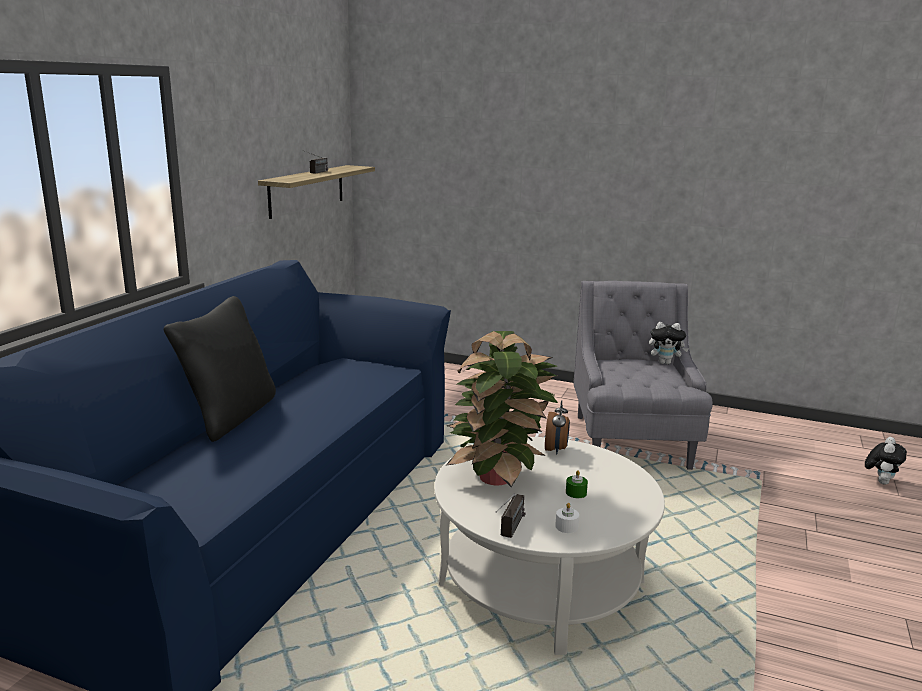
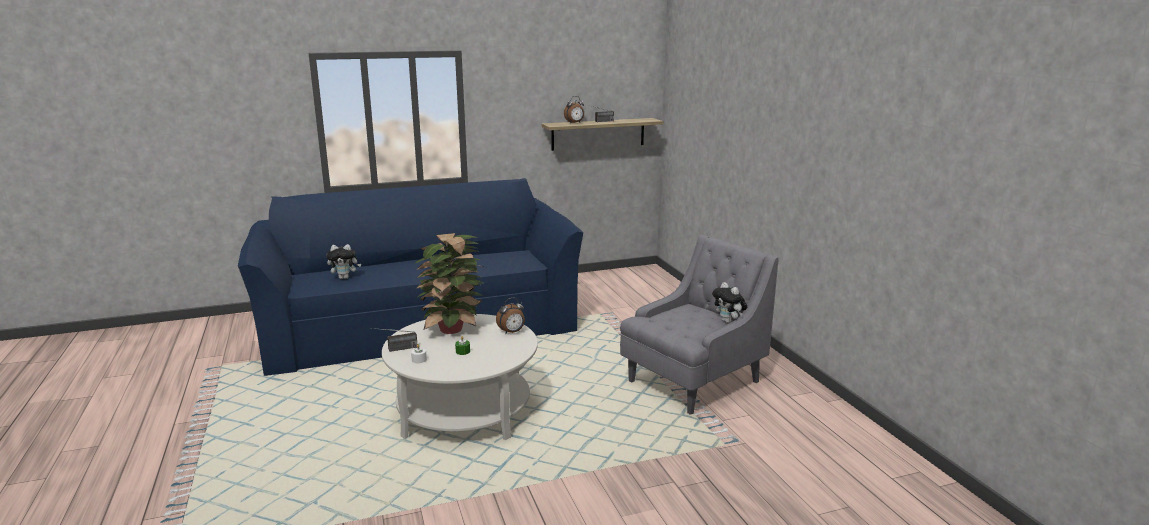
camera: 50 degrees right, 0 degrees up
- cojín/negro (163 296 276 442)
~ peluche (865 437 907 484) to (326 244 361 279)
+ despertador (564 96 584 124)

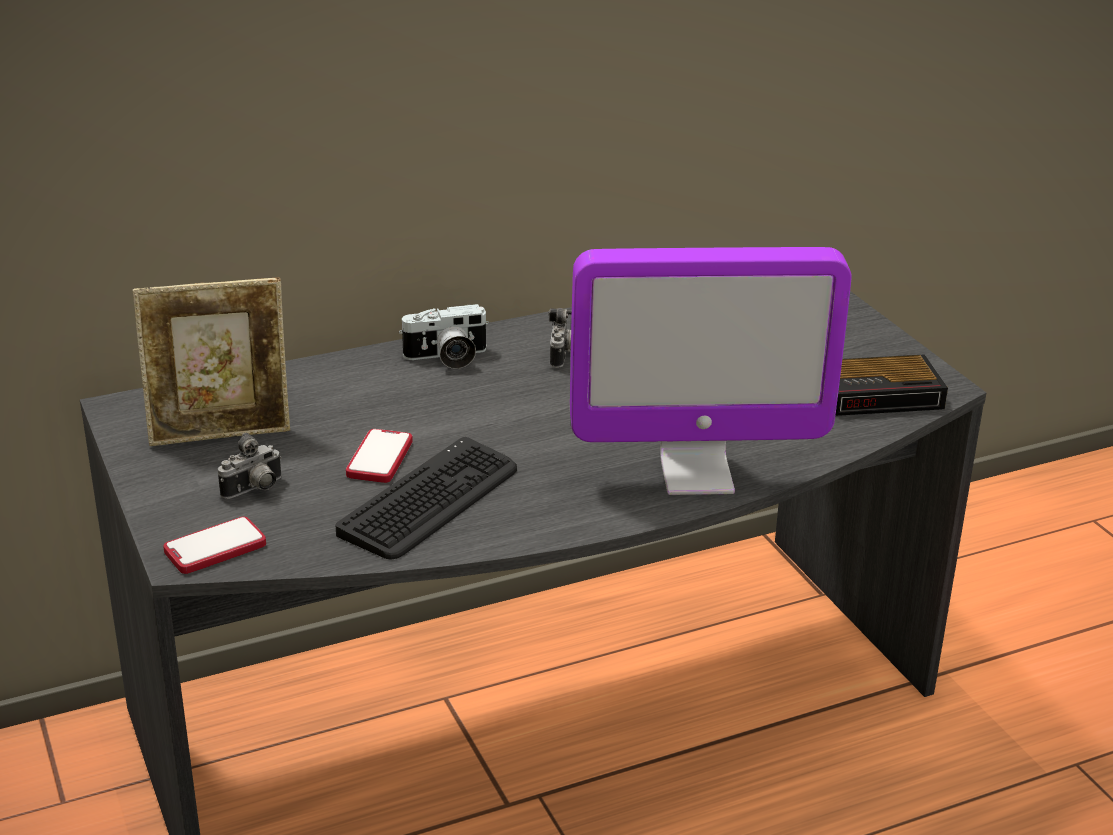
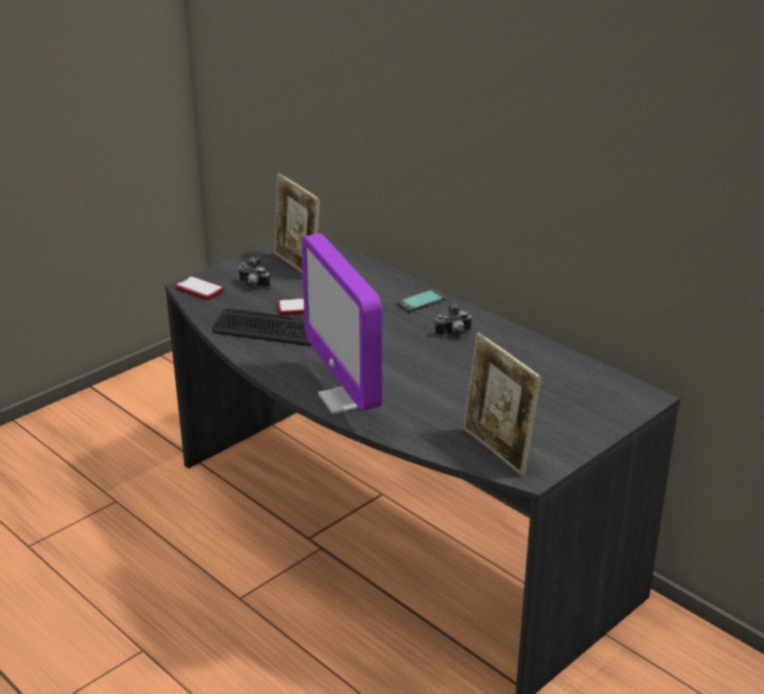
camera: 70 degrees right, 0 degrees up
~ cámara (399 304 489 369) to móvil (397 290 445 313)
~ despertador (835 354 948 416) to portarretratos (463 333 542 476)

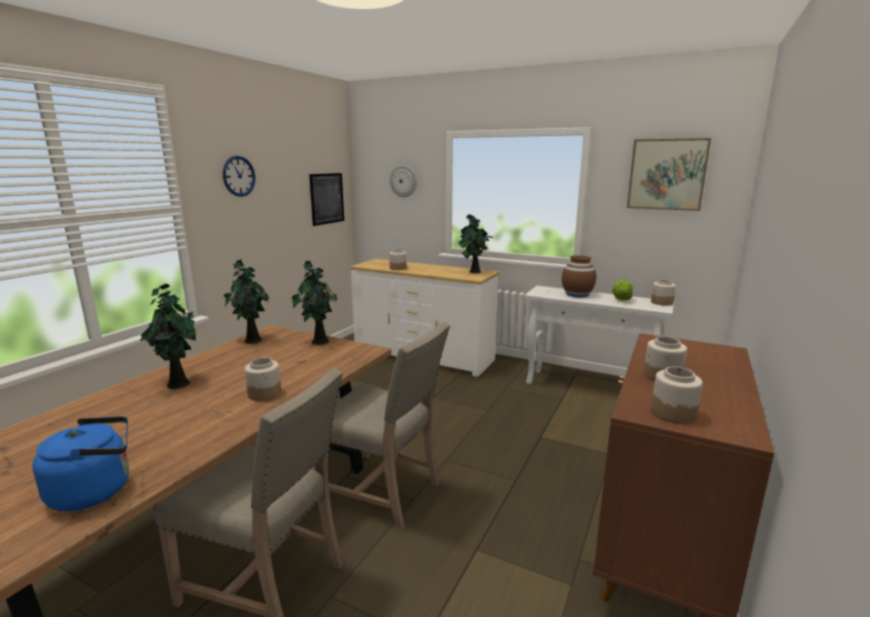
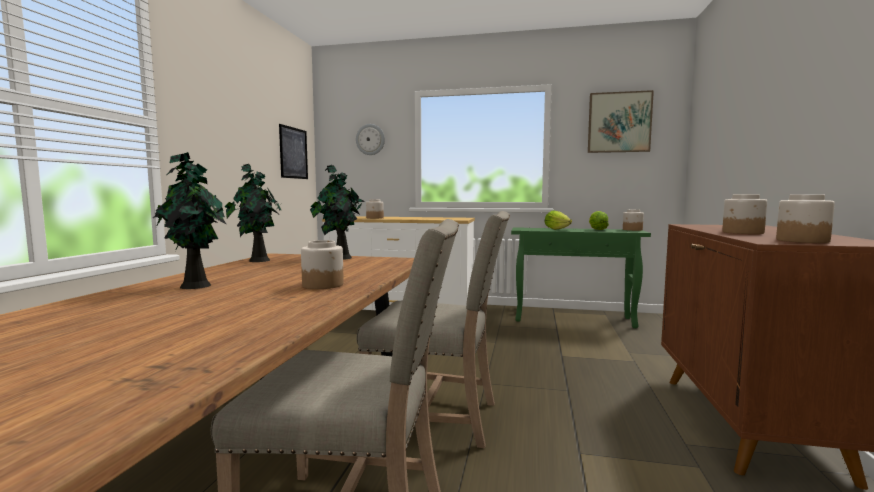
camera: 15 degrees left, 10 degrees down
- reloj de pared (223 156 255 197)
- planta en maceta (458 214 493 273)
~ florero/marrón (562 255 596 297) to lechuga (545 211 572 230)
~ mesa consola/blanco (524 286 674 385) to mesa consola/verde (511 227 651 328)
- hervidor/azul (32 416 129 511)

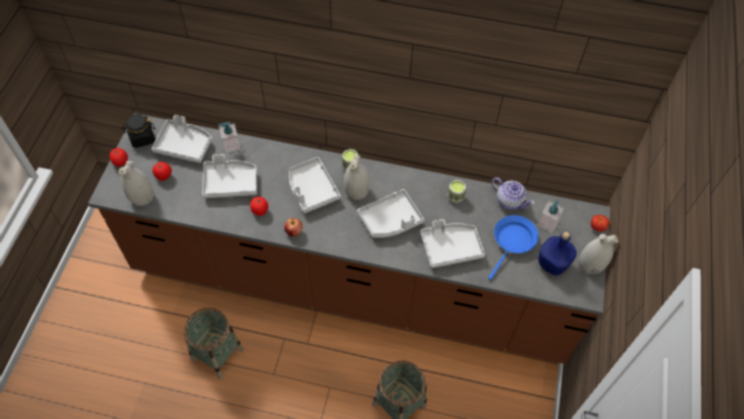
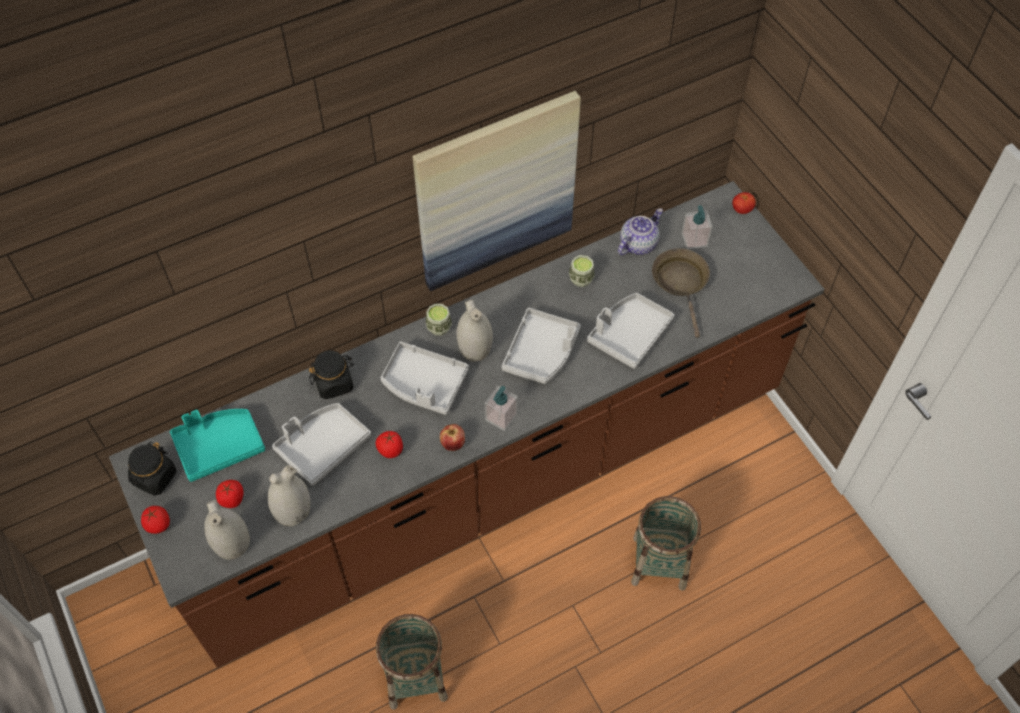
camera: 40 degrees left, 0 degrees up
~ bandeja/gris (152 115 212 163) to bandeja/turquesa (170 409 265 482)
~ dispensador de jabón (218 122 240 153) to (485 385 518 431)
~ tetera (492 178 534 210) = (618 208 663 255) 45 degrees counterclockwise
~ sartén/azul (488 215 538 280) to sartén/marrón (652 248 710 338)
- botella/azul (538 231 577 275)
~ florero/blanco (579 234 618 274) to (268 465 310 526)
+ cuadro (413 91 581 291)
+ tarro/negro (309 350 354 399)

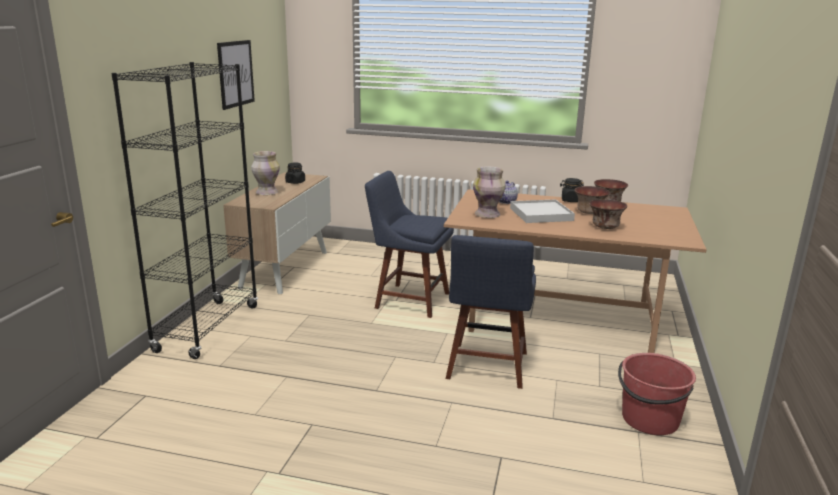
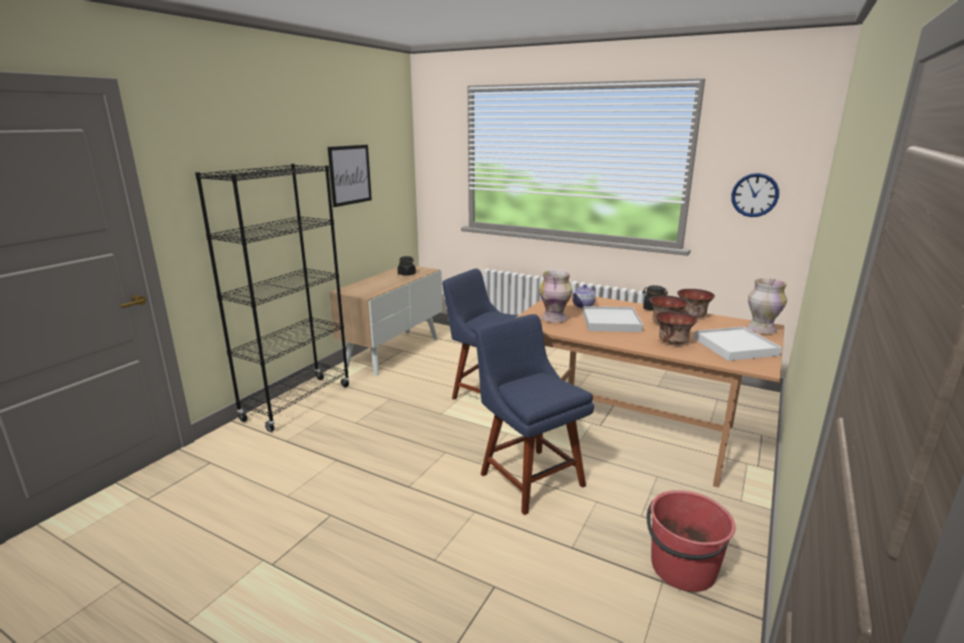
camera: 15 degrees right, 0 degrees up
~ florero (251 151 280 195) to (747 278 787 334)
~ silla/azul (446 235 536 389) = (475 314 594 515) 120 degrees clockwise
+ reloj de pared (731 173 779 217)
+ bandeja/blanco (694 327 782 361)

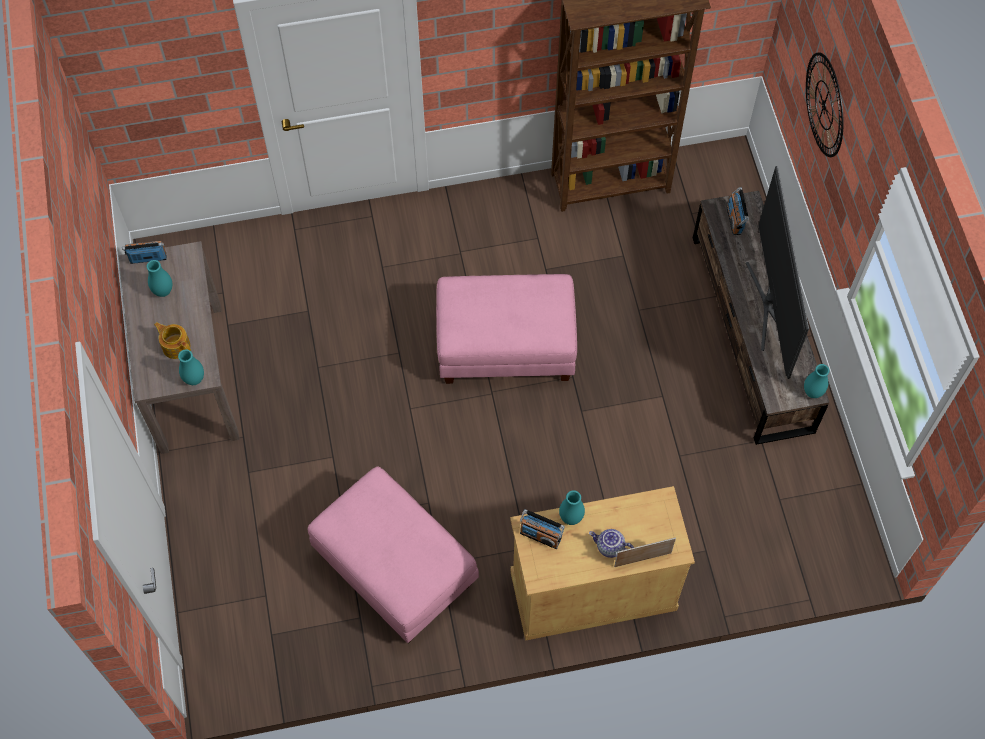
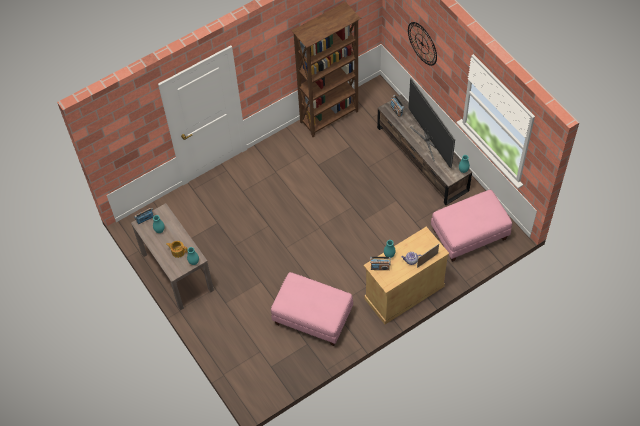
camera: 20 degrees left, 5 degrees down
~ puf/rosa (436 274 577 384) to (431 190 512 262)

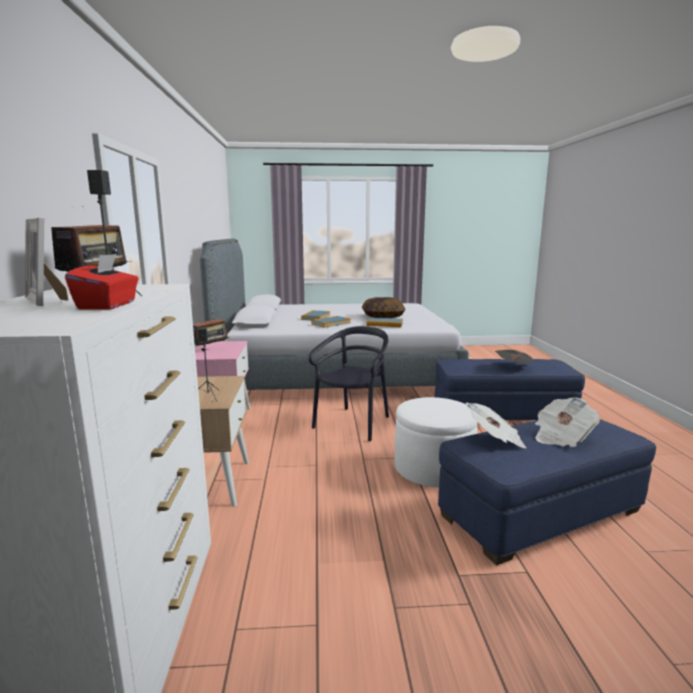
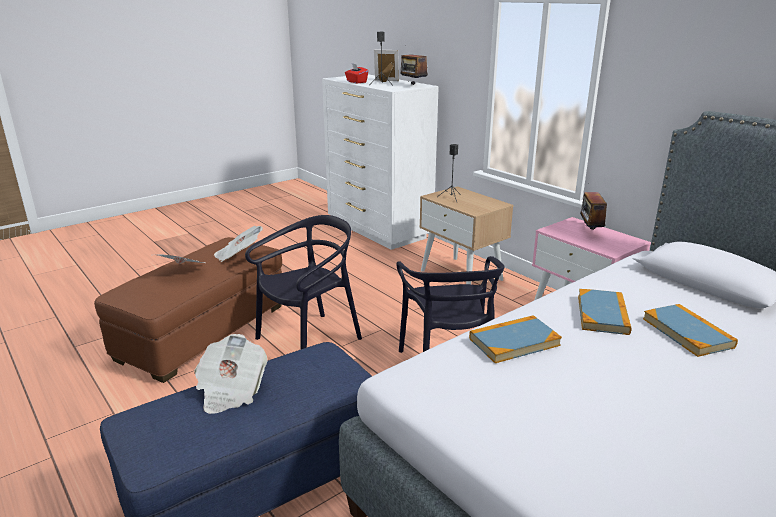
camera: 145 degrees right, 10 degrees up
- cojín (362 297 405 318)
~ puf/blanco (395 397 478 487) to silla/negro (245 215 362 349)
~ puf/azul (438 419 656 565) to puf/marrón (94 237 282 383)

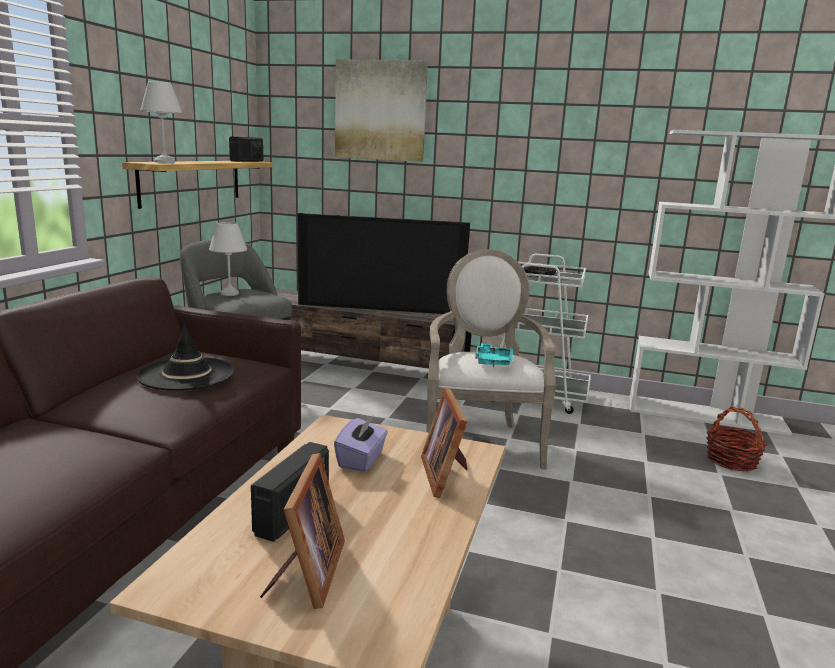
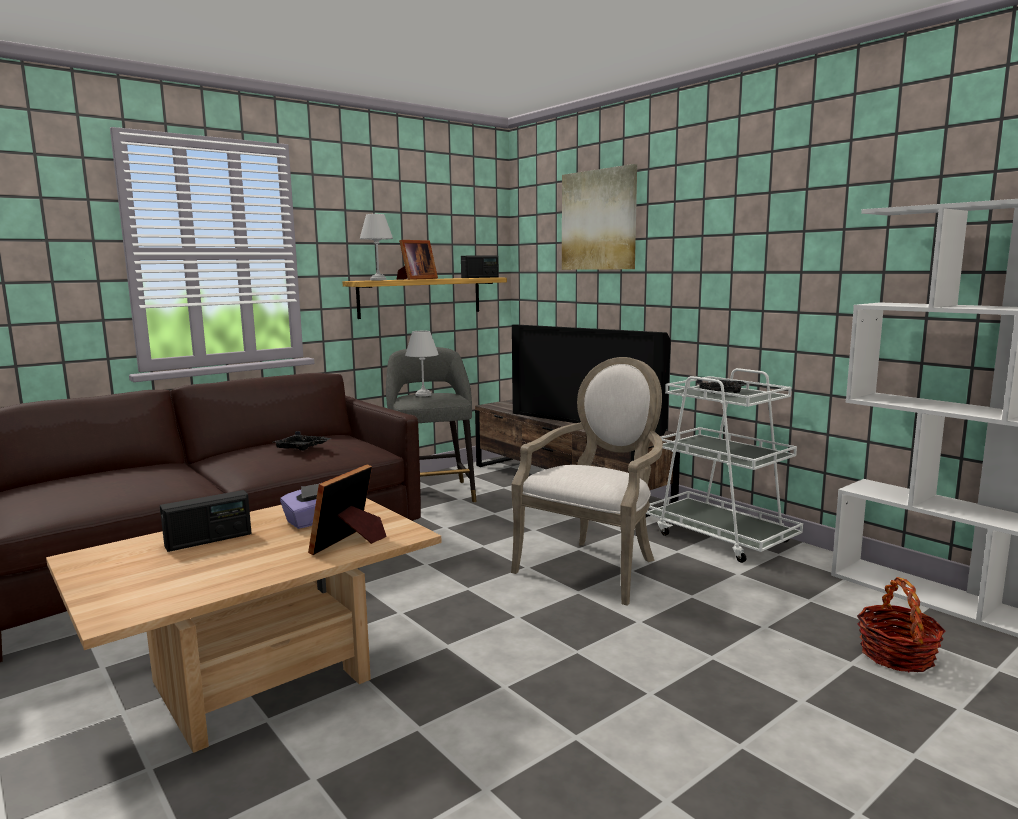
camera: 35 degrees right, 5 degrees down
~ sombrero/negro (137 321 235 391) to bandeja/negro (274 431 331 451)
- bandeja/turquesa (475 343 513 366)
~ portarretratos (260 453 345 609) to (397 240 438 280)

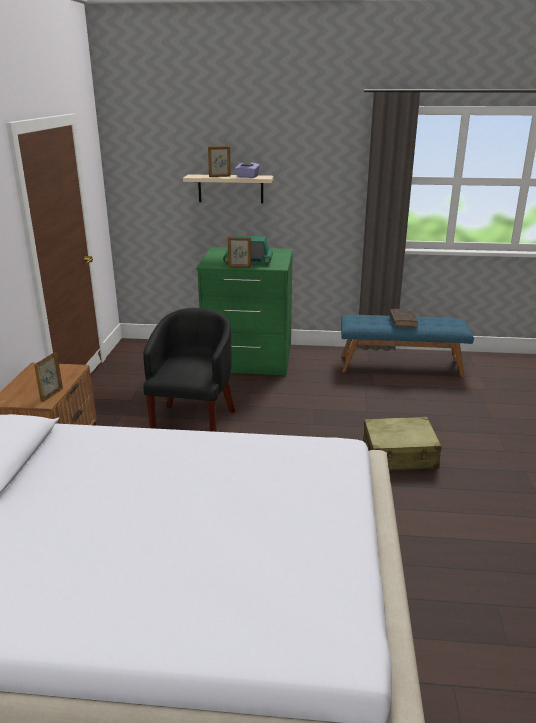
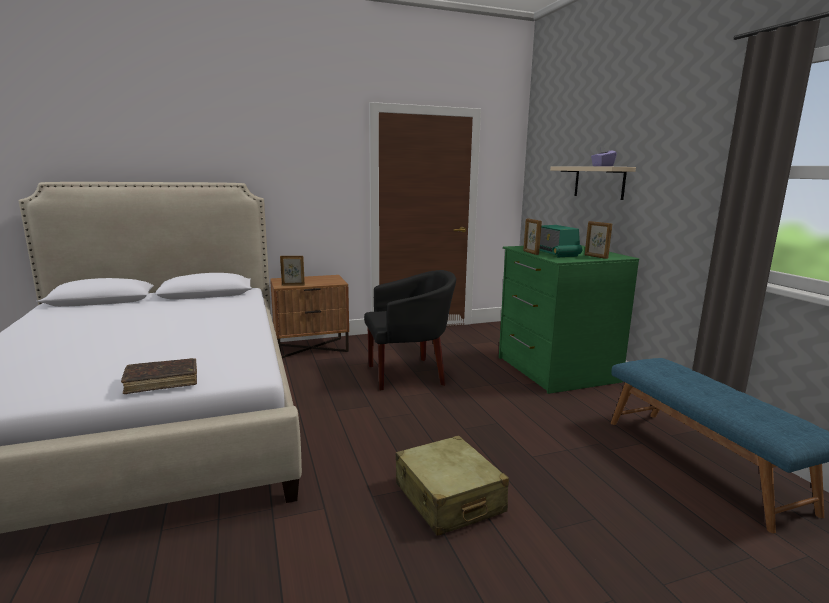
camera: 65 degrees right, 10 degrees down
~ portarretratos (208 146 231 177) to (585 221 612 259)
~ libro/marrón (390 309 418 328) to (121 358 197 394)

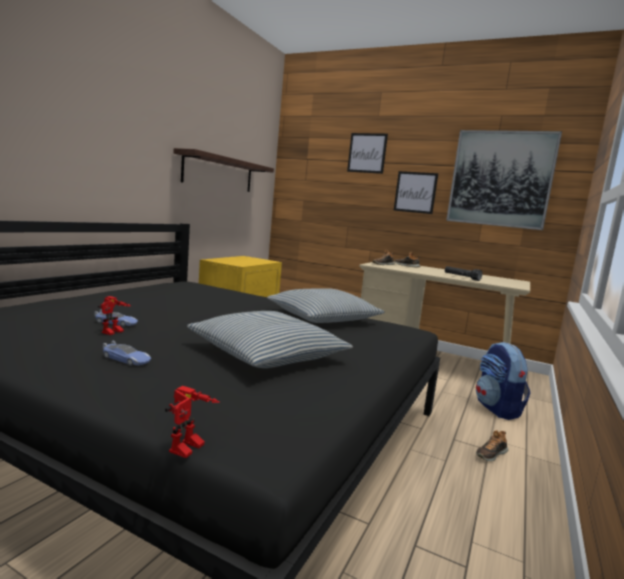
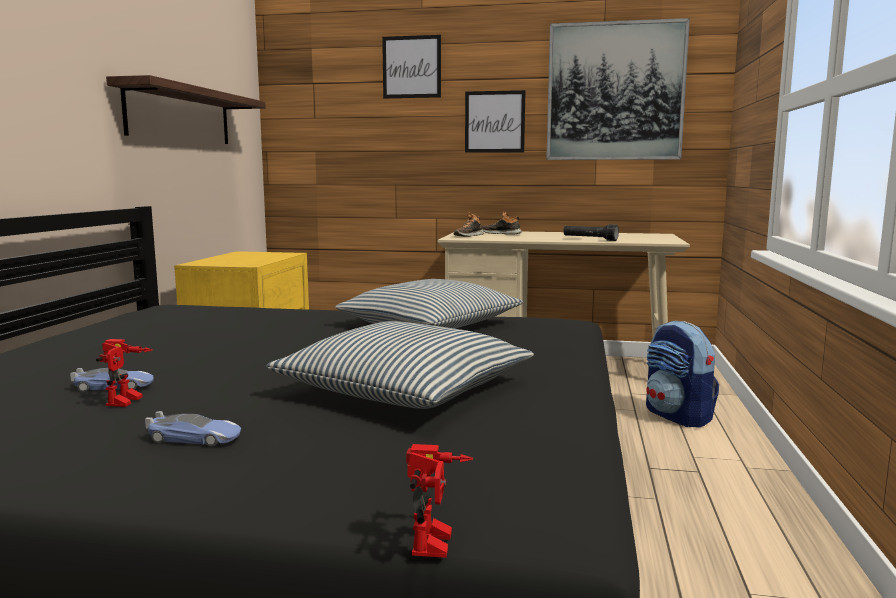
camera: 15 degrees left, 0 degrees up
- zapato (476 430 508 461)

